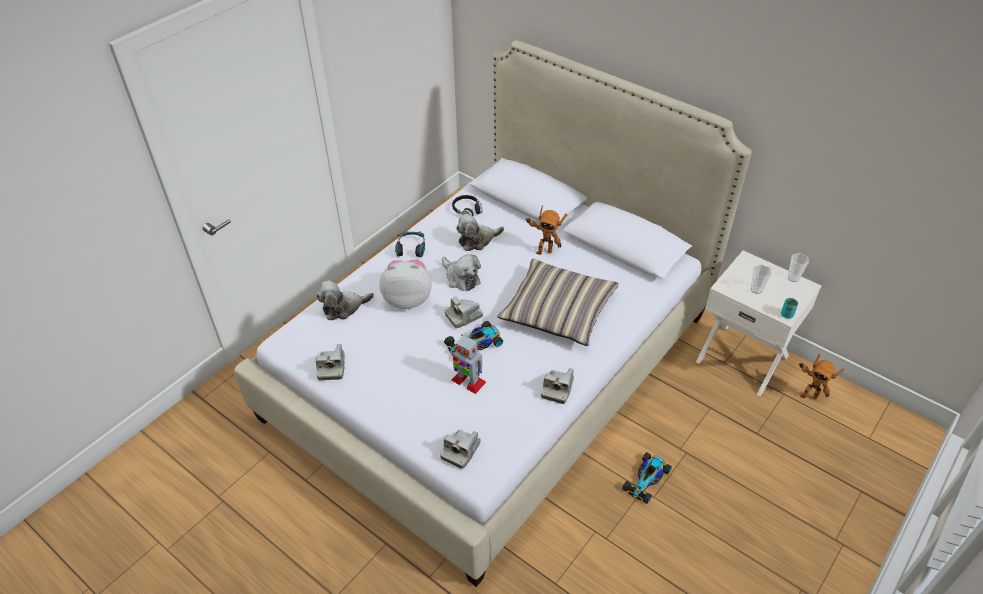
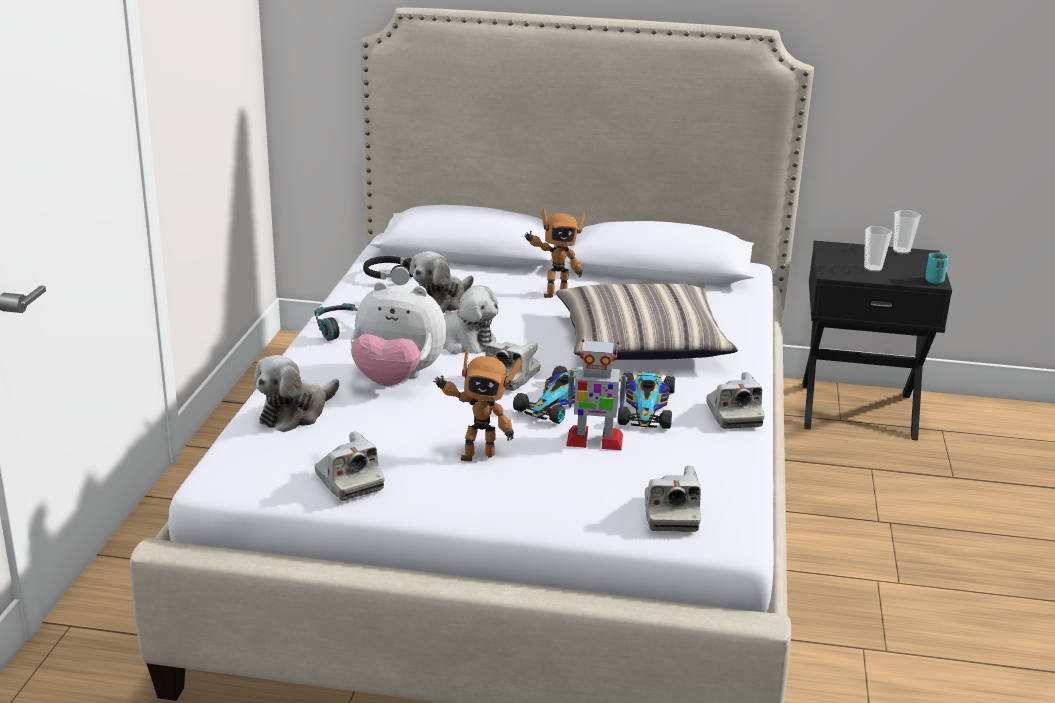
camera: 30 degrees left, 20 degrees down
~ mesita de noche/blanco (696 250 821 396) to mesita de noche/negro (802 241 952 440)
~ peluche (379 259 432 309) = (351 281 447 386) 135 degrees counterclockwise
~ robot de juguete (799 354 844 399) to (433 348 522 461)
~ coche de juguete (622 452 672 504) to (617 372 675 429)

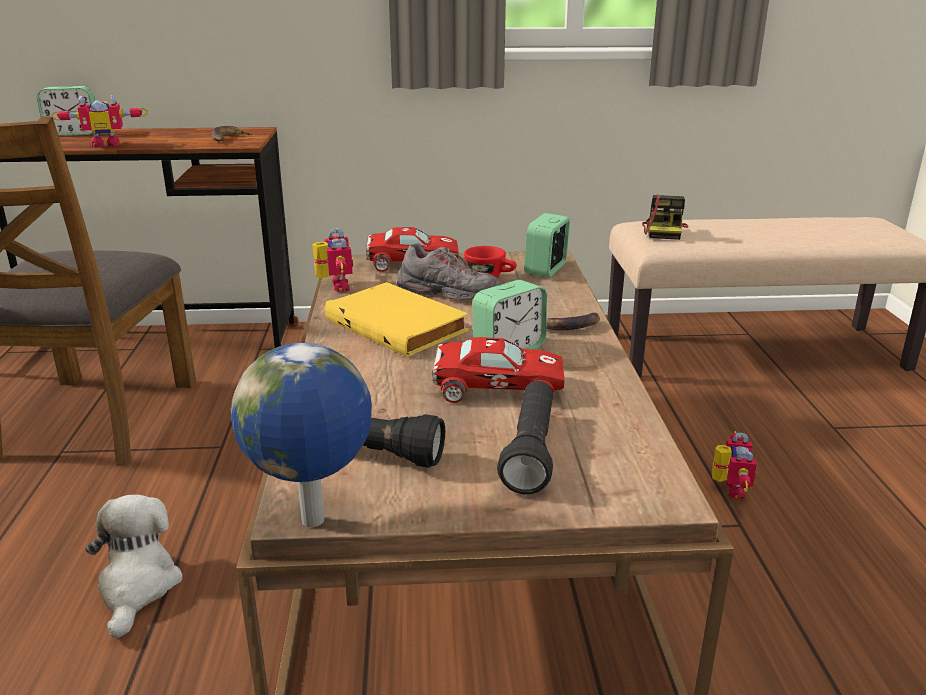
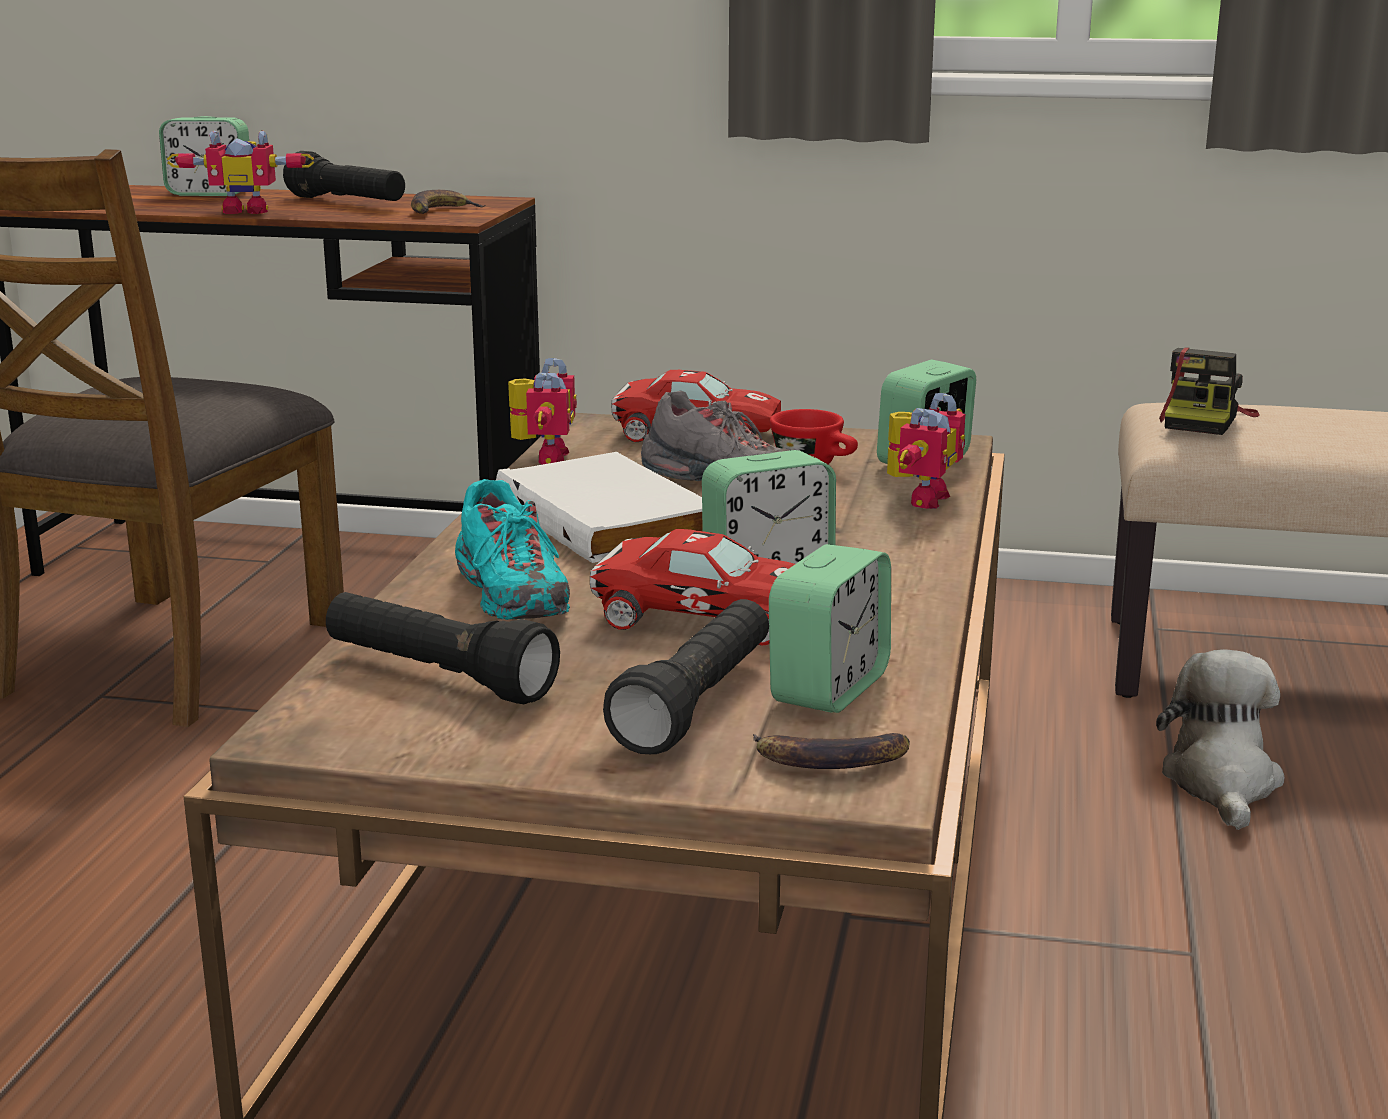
camera: 15 degrees right, 5 degrees down
~ libro/amarillo (325 282 469 357) to libro/blanco (496 452 703 563)
~ plátano (547 313 600 330) to (753 733 910 769)
- globo terráqueo (231 343 372 527)
~ robot de juguete (712 431 757 499) to (887 393 965 509)
~ peluche (86 494 183 638) to (1156 649 1285 830)
+ linterna/negro (283 151 405 201)
+ zapato/turquesa (455 479 570 620)
+ despertador (769 544 891 713)

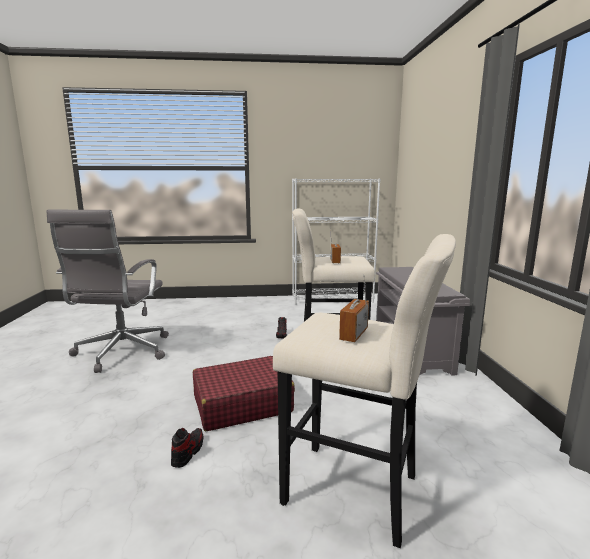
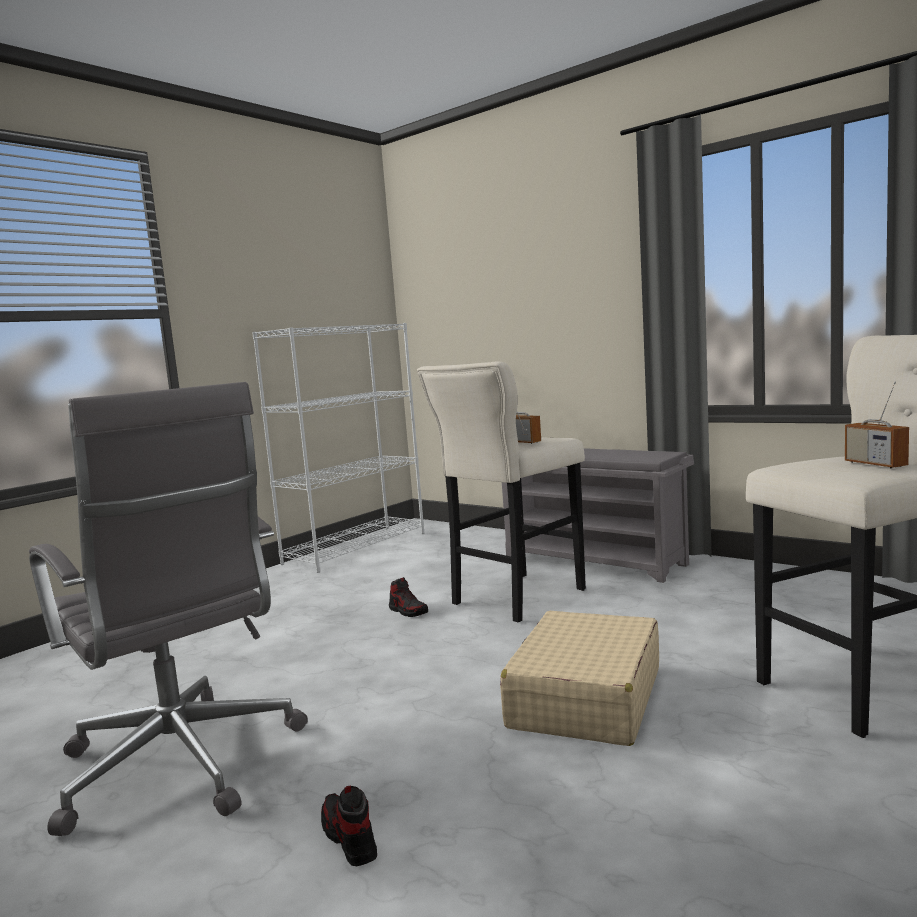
camera: 45 degrees left, 5 degrees down
~ maleta/rojo (193 356 295 431) to maleta/beis (500 611 659 746)
~ zapato (171 428 204 468) to (321 786 377 866)

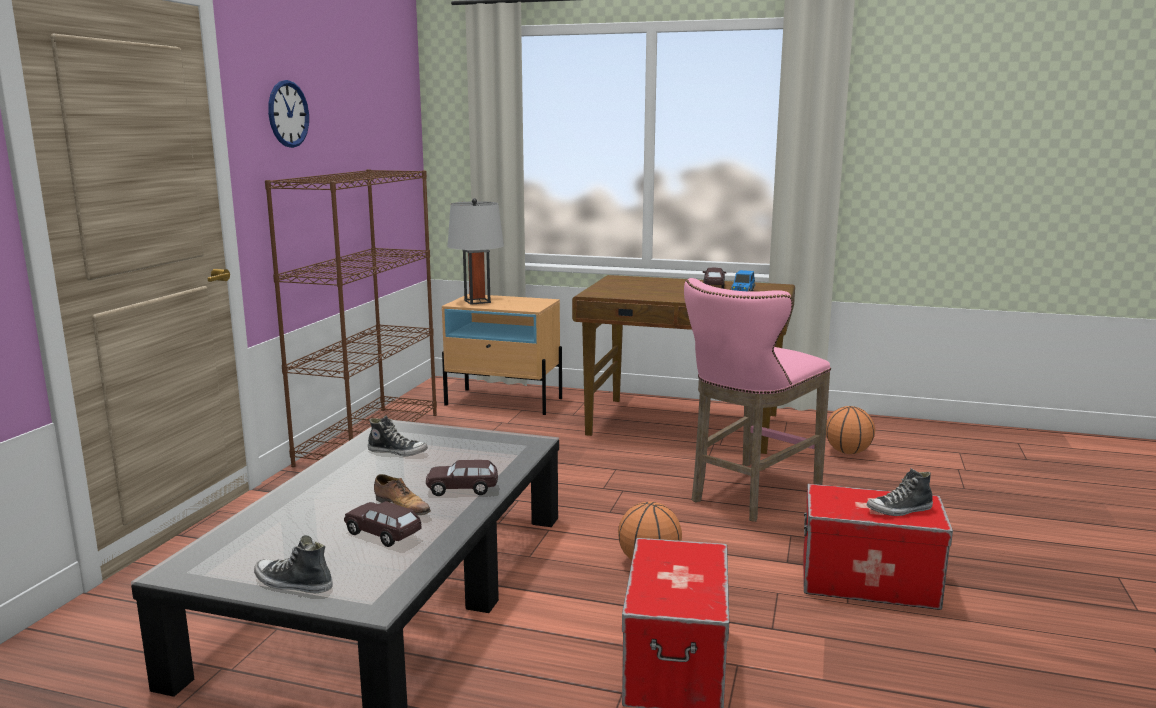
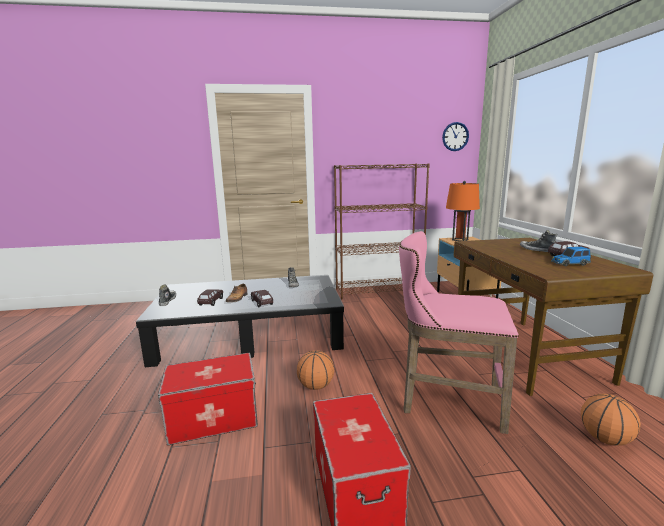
camera: 65 degrees right, 0 degrees up
~ reloj de pared (268 80 309 148) to (442 122 469 151)
~ lámpara de mesa/gris (447 198 504 305) to lámpara de mesa/naranja (446 181 480 241)
~ zapato (867 468 933 516) to (520 230 557 252)

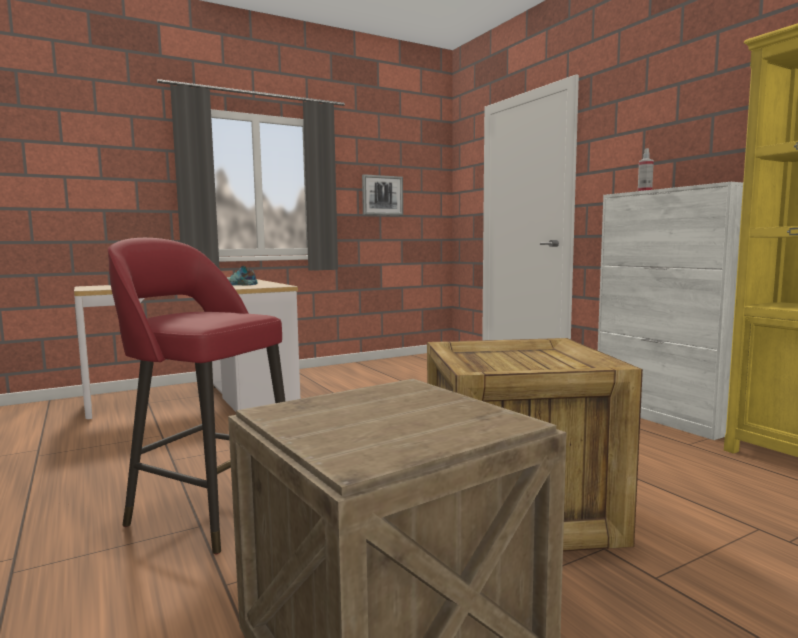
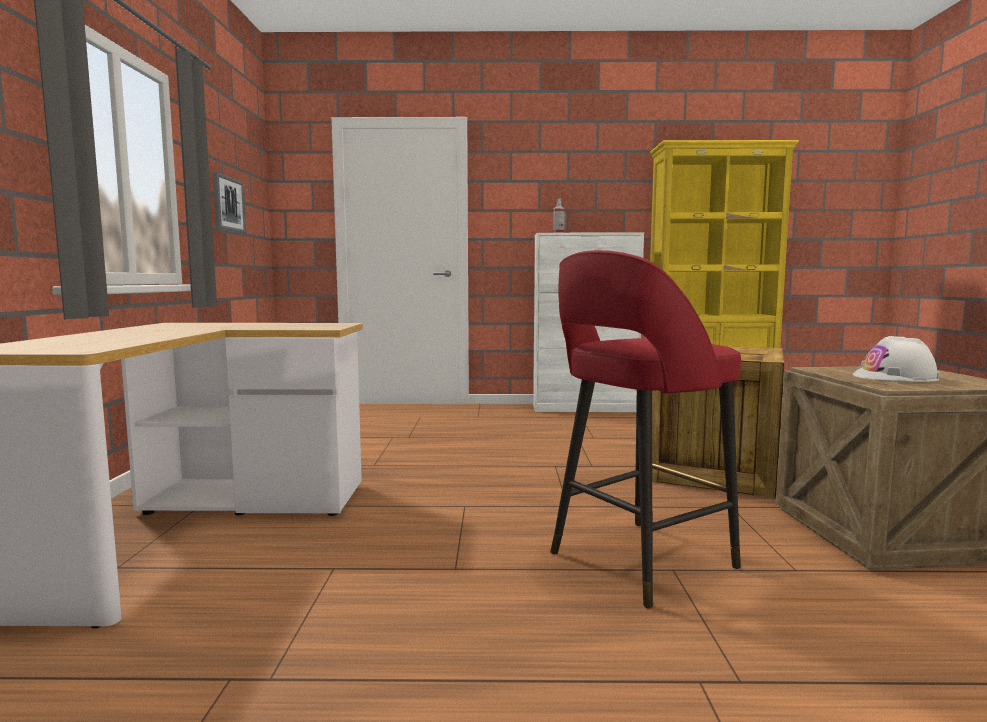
camera: 60 degrees left, 0 degrees up
- zapato (227 266 258 285)
+ casco/blanco (853 336 940 382)

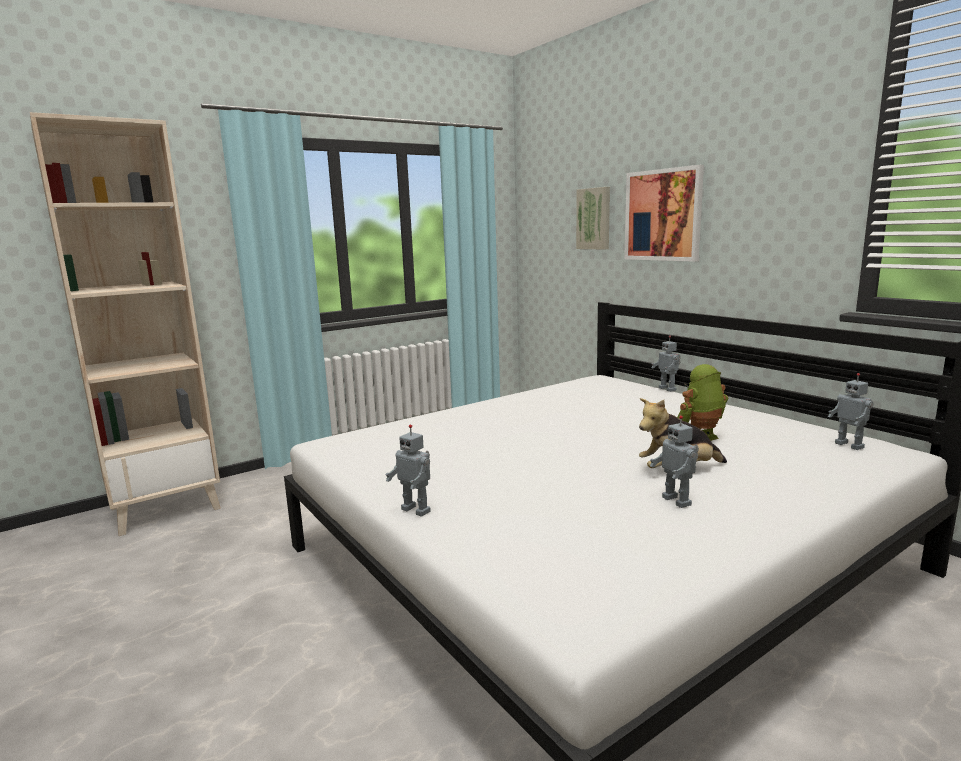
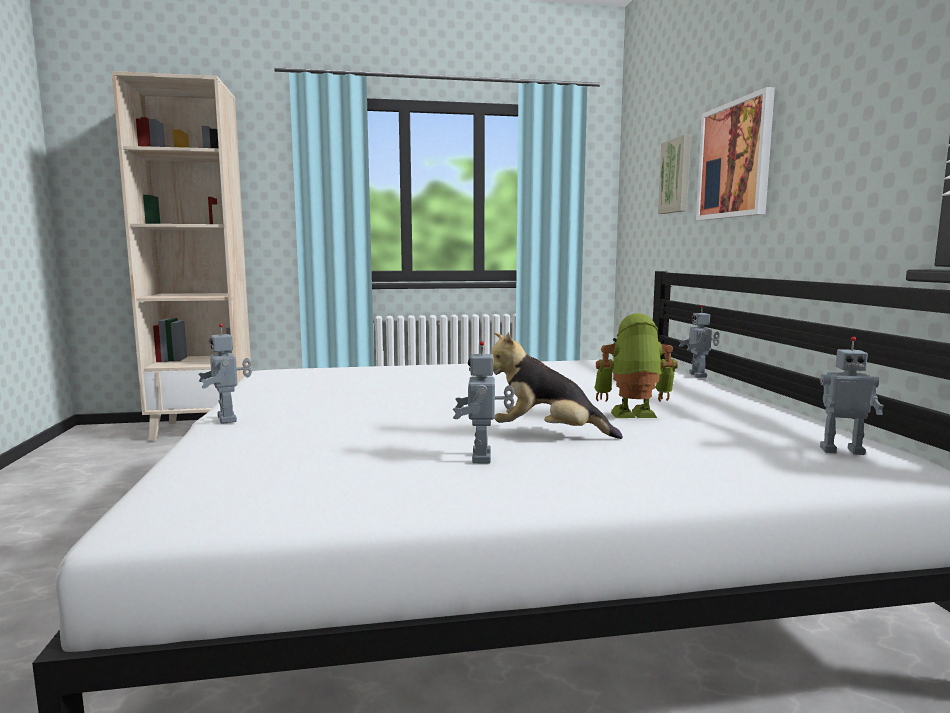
camera: 25 degrees right, 5 degrees down
~ robot de juguete (828 373 874 450) = (820 337 884 455) 75 degrees counterclockwise

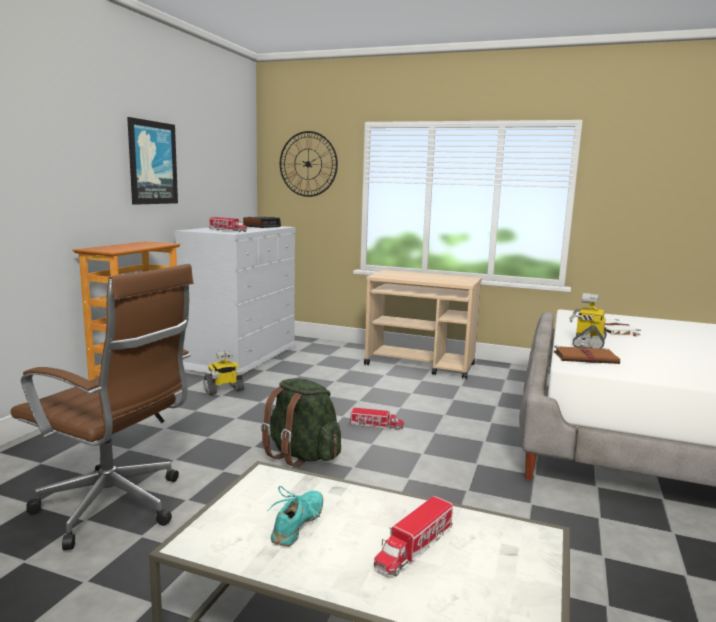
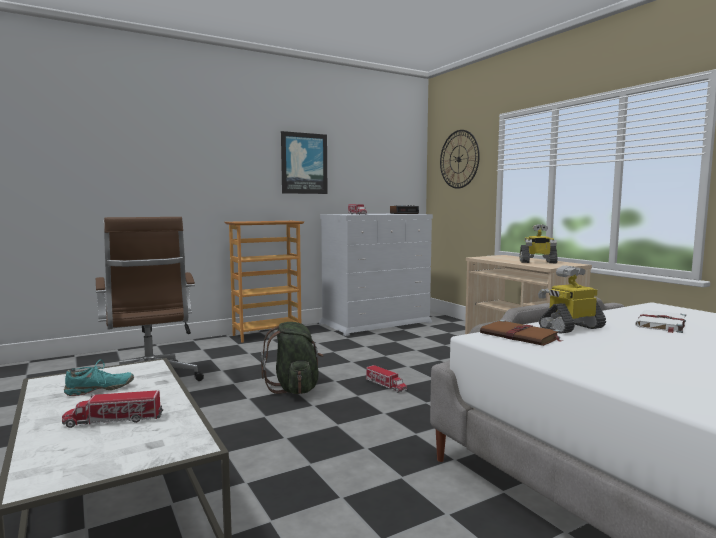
camera: 40 degrees right, 5 degrees down
~ robot de juguete (203 350 244 395) to (520 224 558 264)

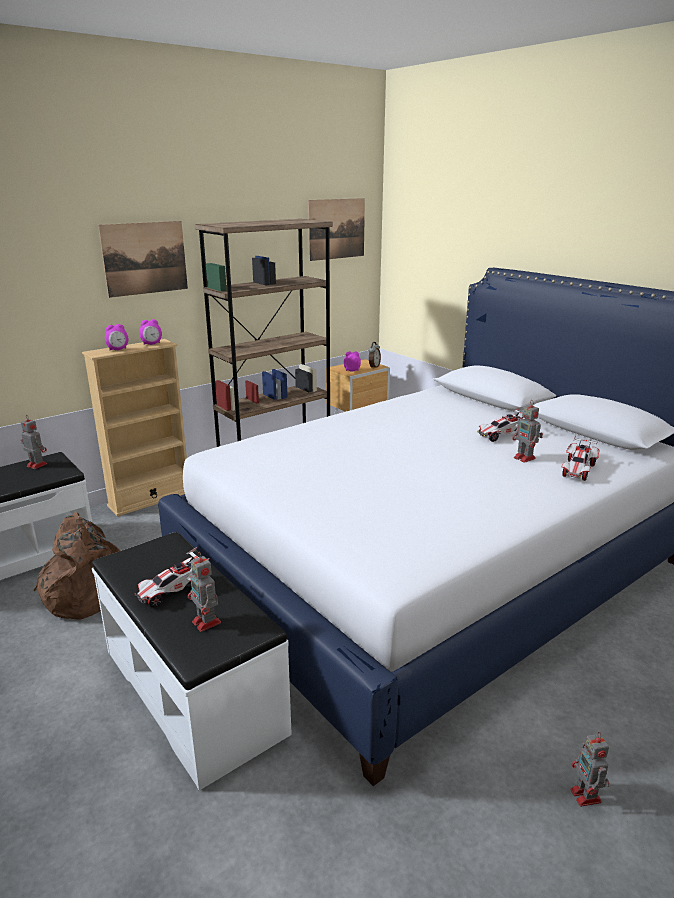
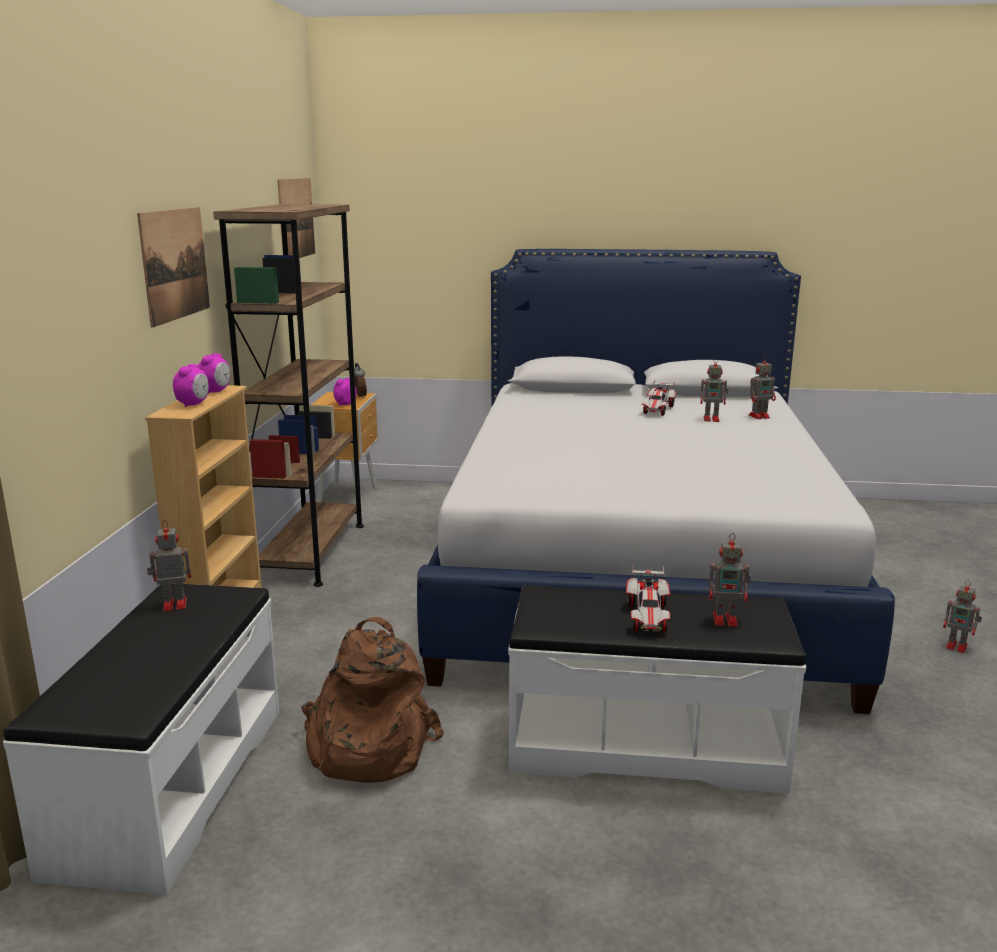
camera: 45 degrees left, 5 degrees down
~ coche de juguete (562 435 599 481) to robot de juguete (749 356 776 419)

